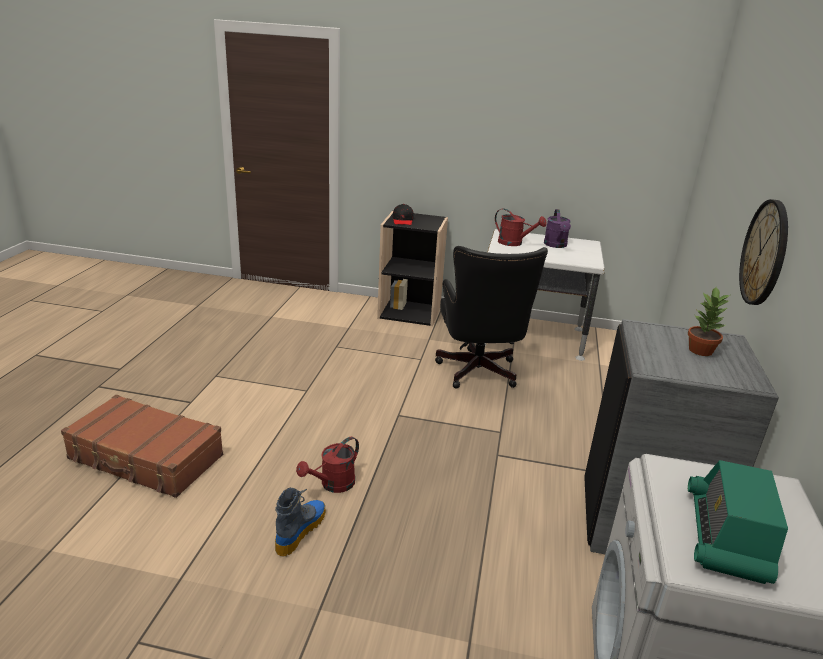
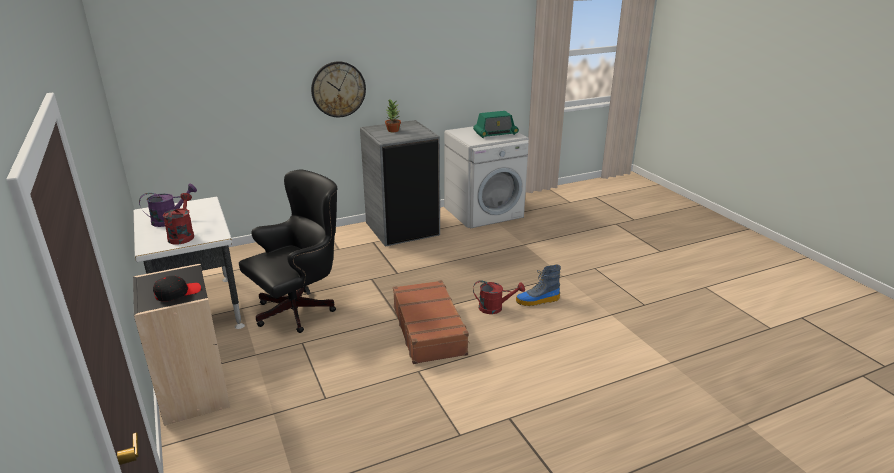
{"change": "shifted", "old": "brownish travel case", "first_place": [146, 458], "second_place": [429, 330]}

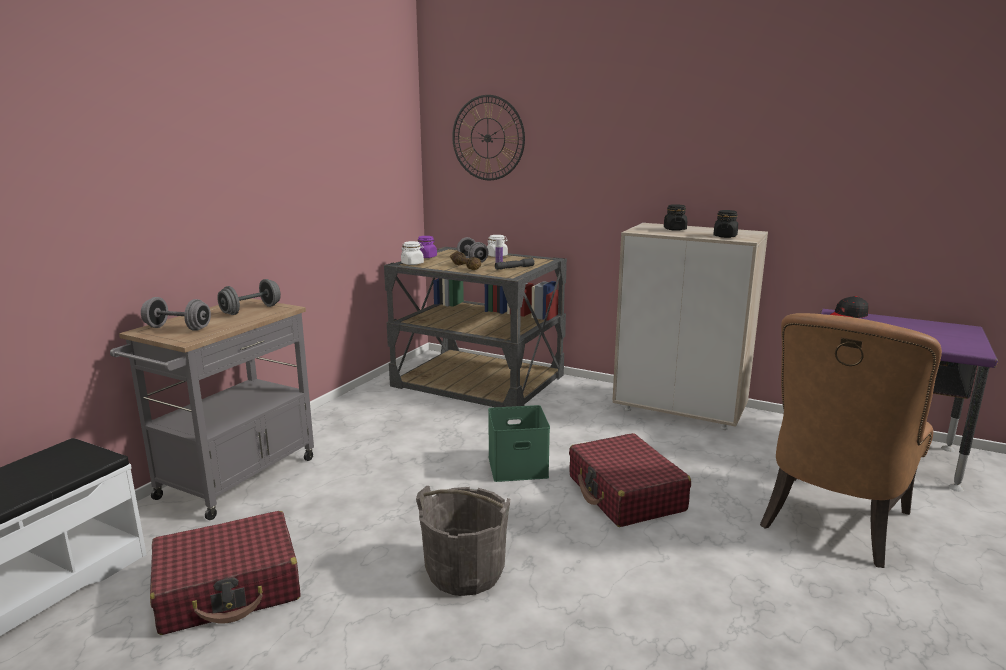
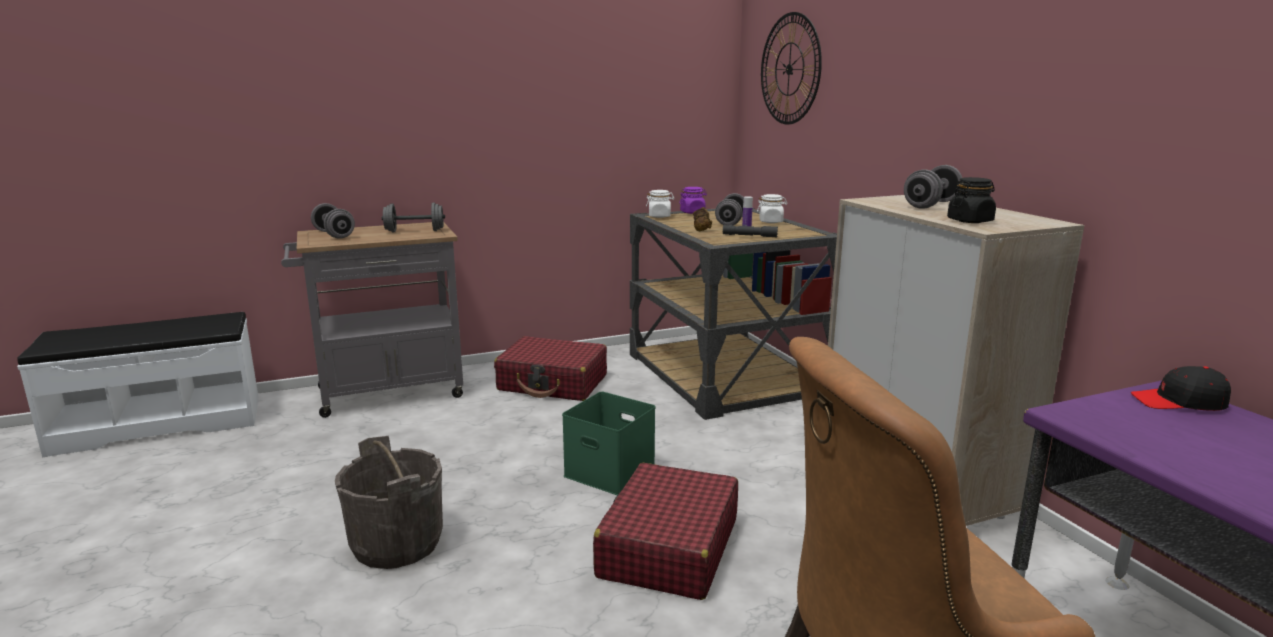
{"change": "shifted", "old": "reddish travel case", "first_place": [229, 588], "second_place": [553, 383]}
{"change": "swapped", "old": "black-coloured storage jar", "new": "greyish dumbbell", "first_place": [674, 229], "second_place": [931, 205]}

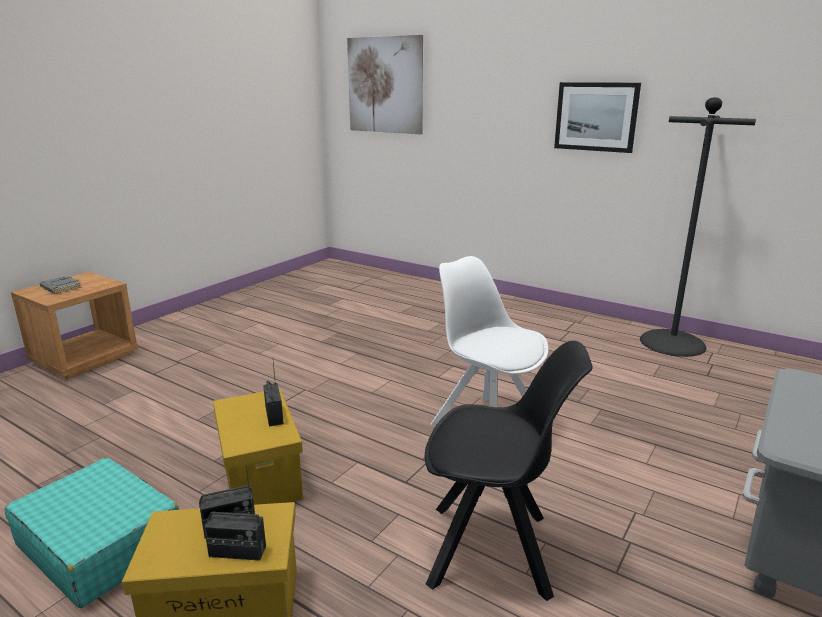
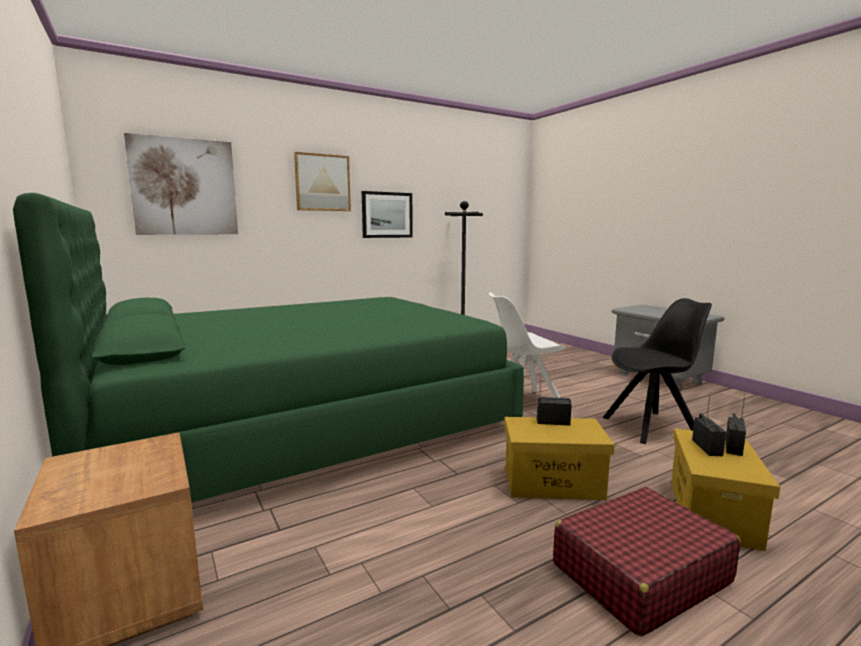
{"change": "repainted", "old": "turquoise-coloured travel case", "new": "reddish travel case", "first_place": [100, 544], "second_place": [639, 573]}
{"change": "gone", "old": "greyish volume", "first_place": [60, 288]}
{"change": "rotated", "old": "black-coloured plain chair", "first_place": [492, 550], "second_place": [651, 427], "degrees": 45}
{"change": "new", "new": "green-coloured sleeping bed", "second_place": [303, 426]}
{"change": "new", "new": "wall art", "second_place": [322, 182]}

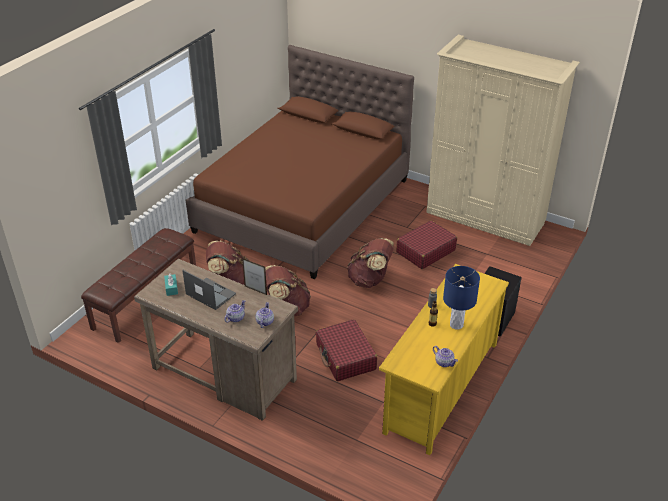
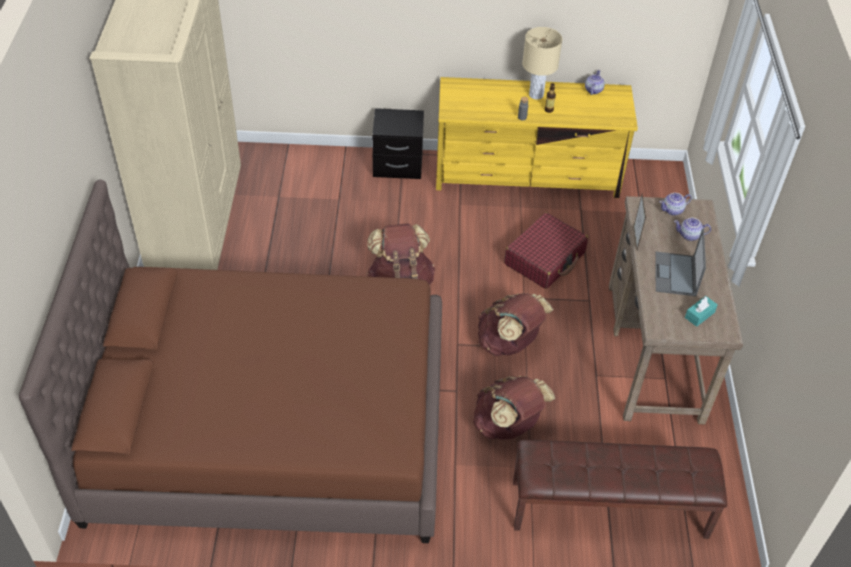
{"change": "gone", "old": "reddish travel case", "first_place": [425, 251]}
{"change": "repainted", "old": "bluish table lamp", "new": "sand-coloured table lamp", "first_place": [456, 325], "second_place": [536, 95]}

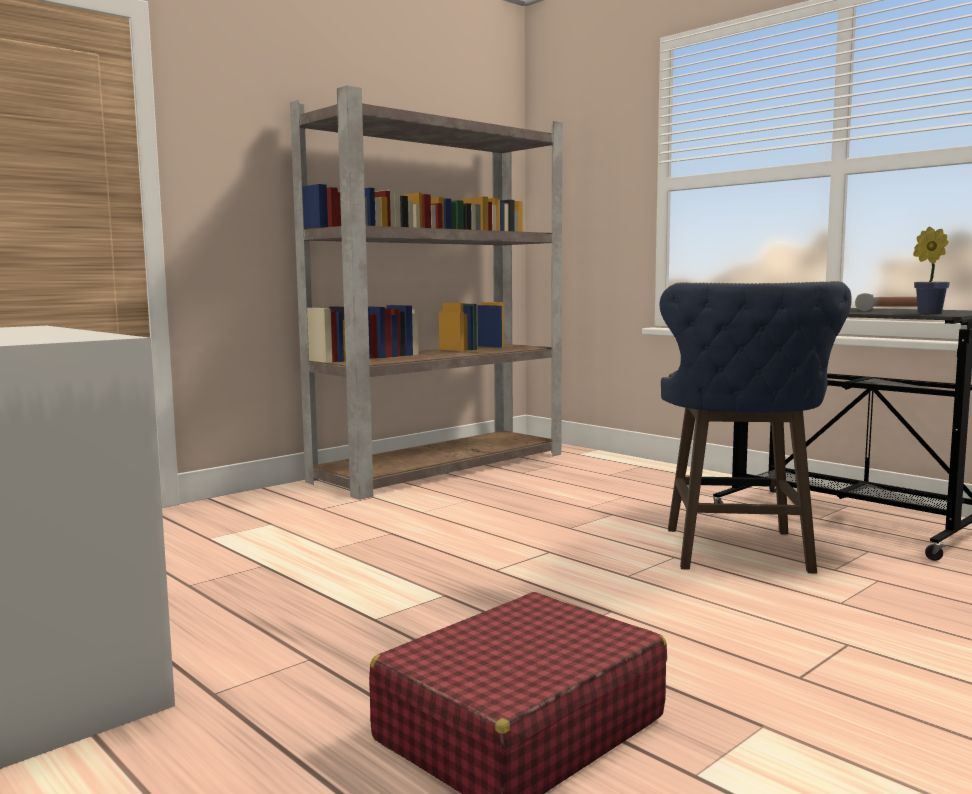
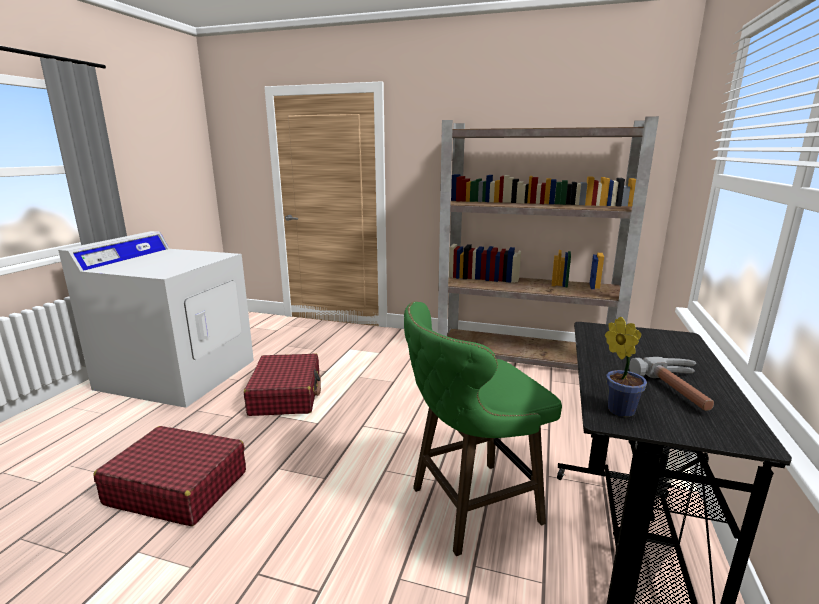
{"change": "repainted", "old": "bluish stool", "new": "green-coloured stool", "first_place": [738, 552], "second_place": [469, 506]}
{"change": "new", "new": "reddish travel case", "second_place": [286, 395]}

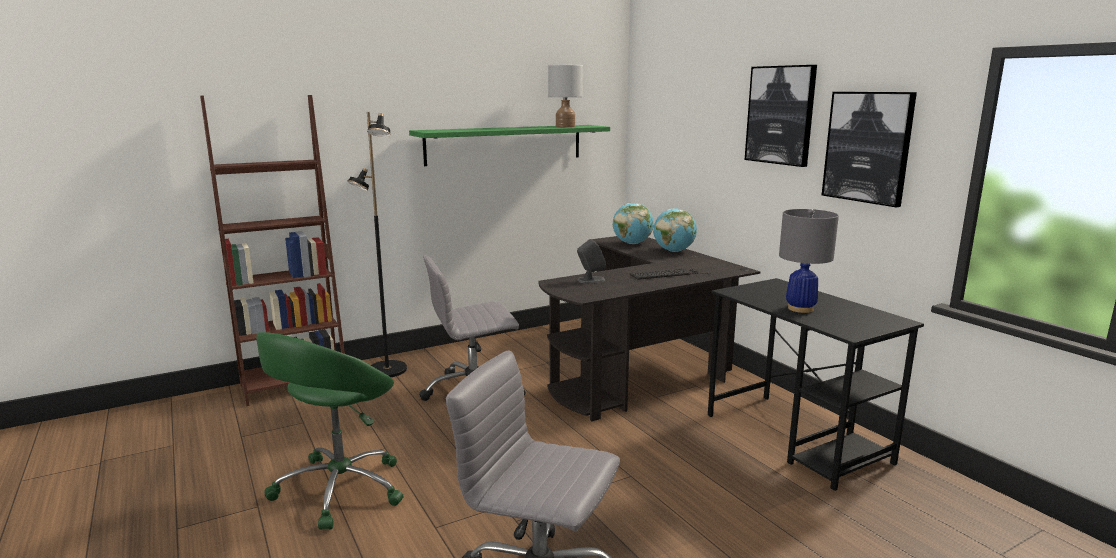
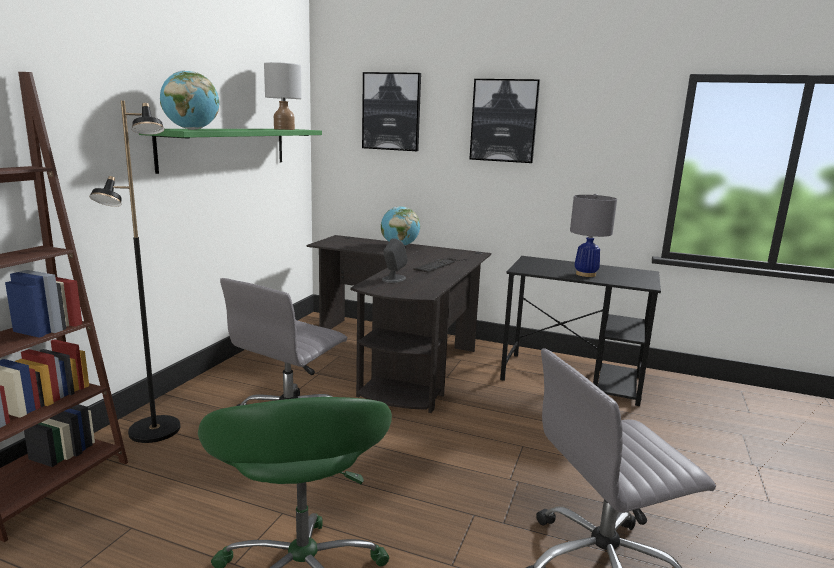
{"change": "shifted", "old": "desk globe", "first_place": [632, 243], "second_place": [191, 129]}
{"change": "shifted", "old": "wall art", "first_place": [868, 147], "second_place": [391, 111]}

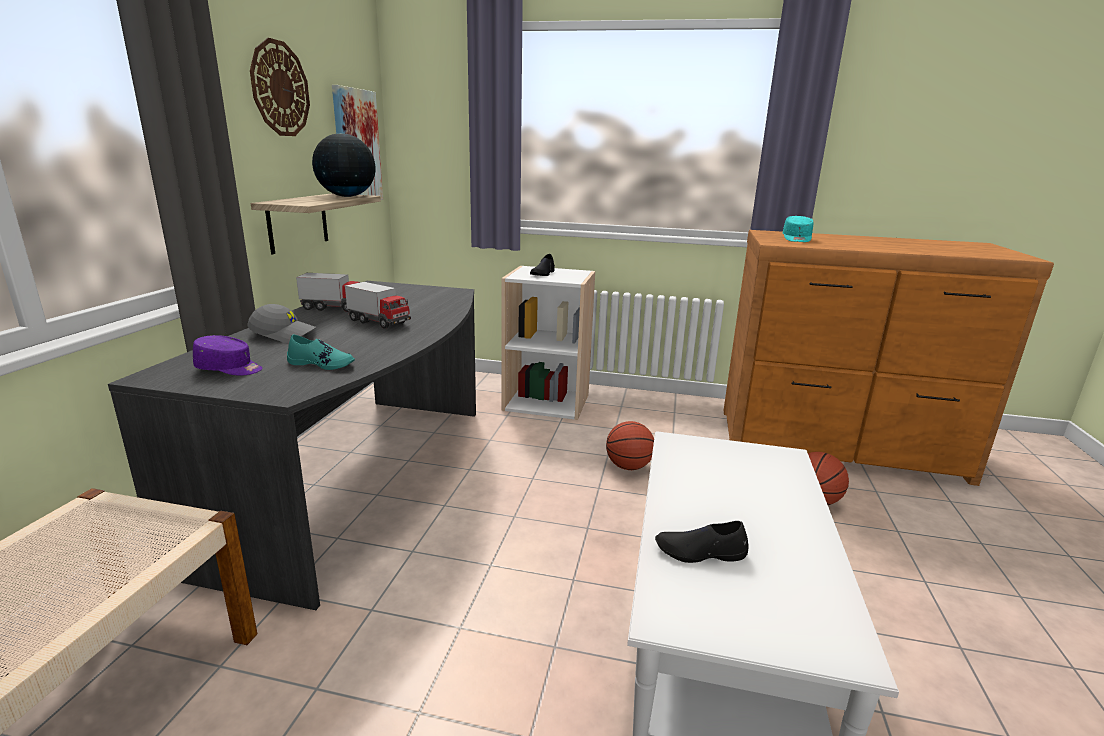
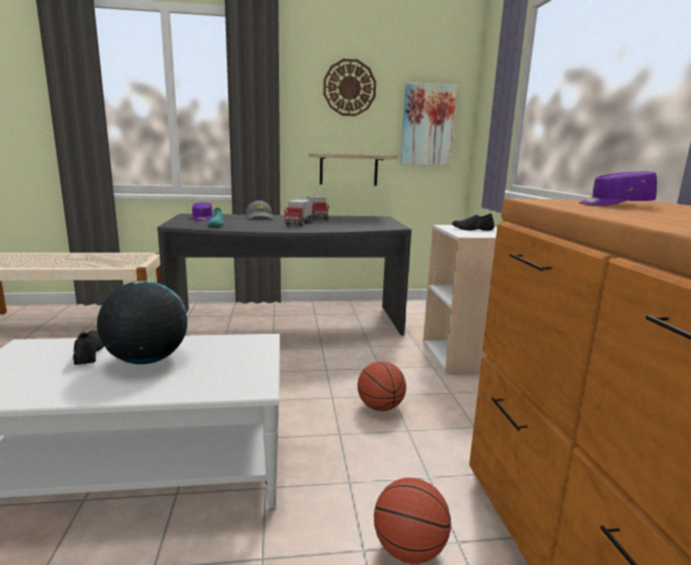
{"change": "shifted", "old": "desk globe", "first_place": [347, 196], "second_place": [146, 360]}
{"change": "repainted", "old": "turquoise-coloured baseball cap", "new": "purple-coloured baseball cap", "first_place": [796, 239], "second_place": [614, 205]}

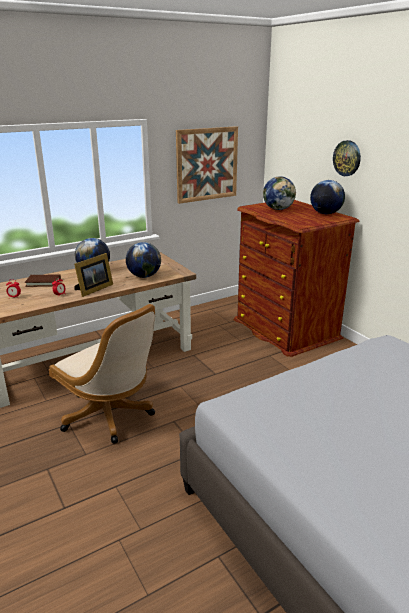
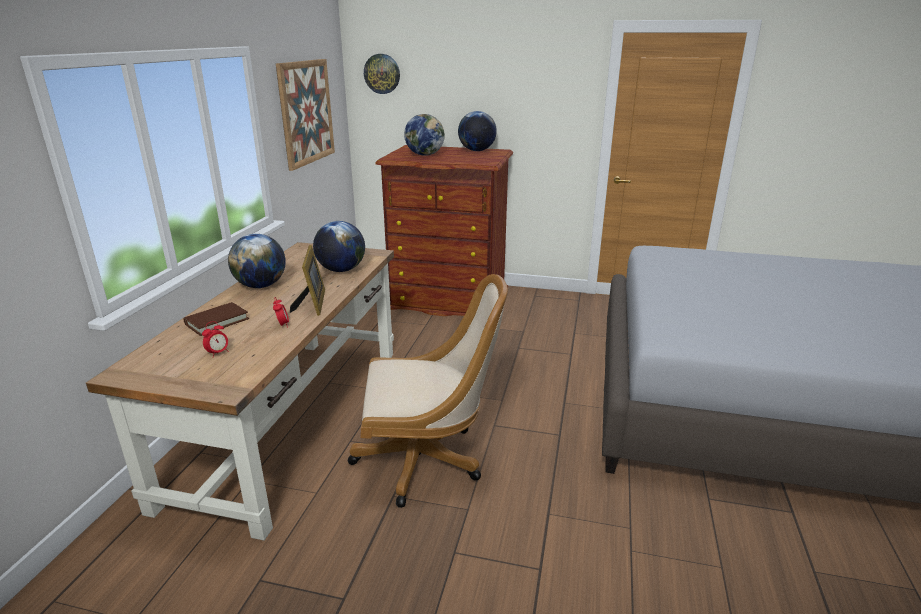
{"change": "shifted", "old": "hanging clock", "first_place": [347, 158], "second_place": [382, 74]}

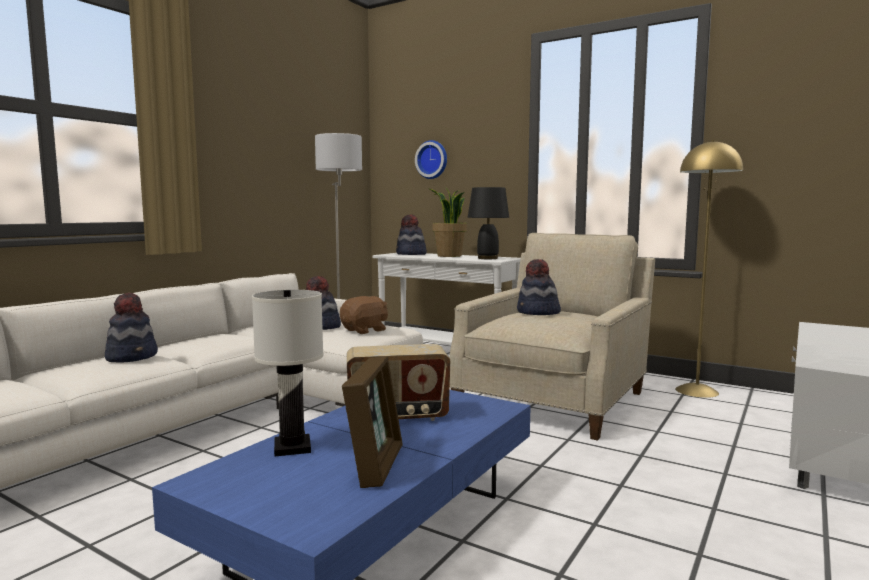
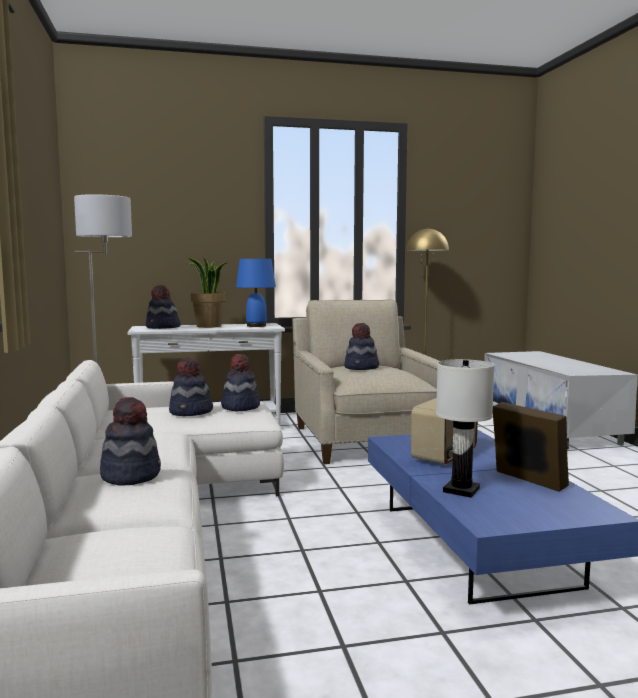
{"change": "swapped", "old": "brownish cuddly toy", "new": "wearable hat", "first_place": [365, 330], "second_place": [240, 407]}
{"change": "gone", "old": "hanging clock", "first_place": [432, 160]}
{"change": "repainted", "old": "black-coloured table lamp", "new": "bluish table lamp", "first_place": [488, 258], "second_place": [256, 326]}

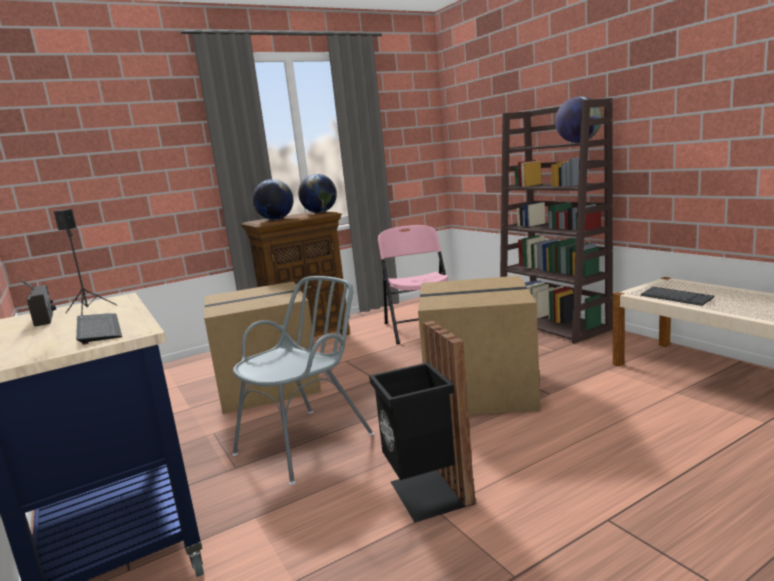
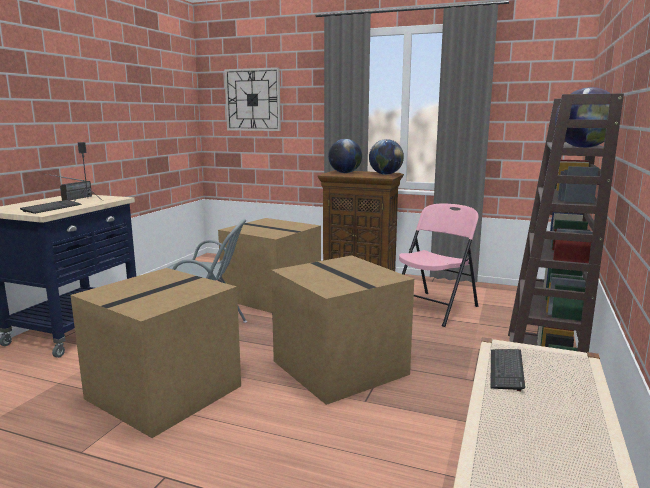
{"change": "swapped", "old": "black-coloured waste bin", "new": "carton", "first_place": [427, 494], "second_place": [164, 393]}
{"change": "new", "new": "hanging clock", "second_place": [253, 100]}

